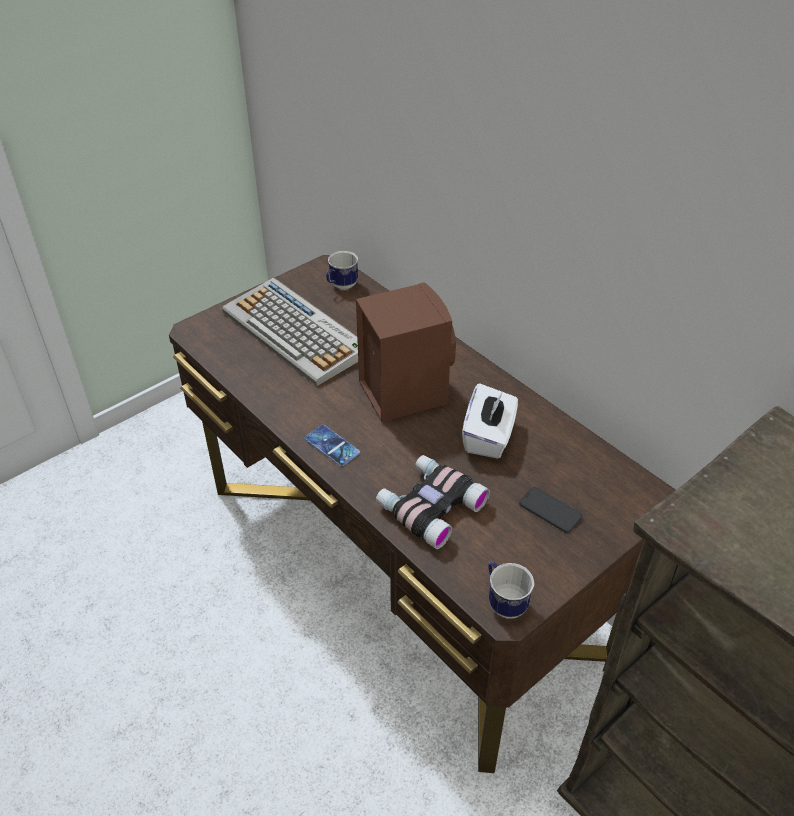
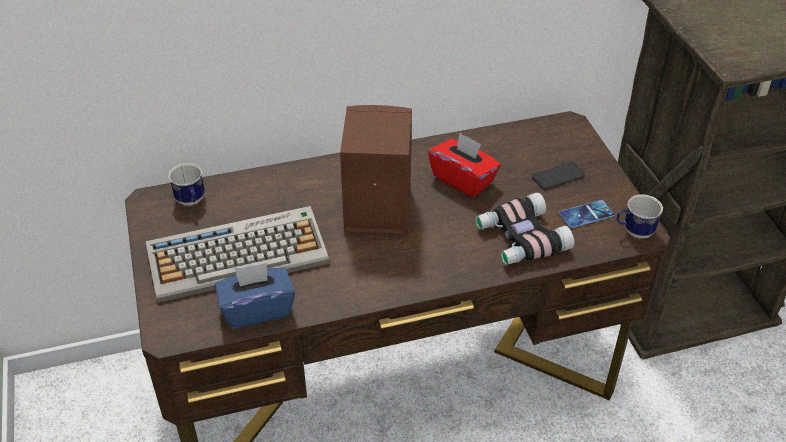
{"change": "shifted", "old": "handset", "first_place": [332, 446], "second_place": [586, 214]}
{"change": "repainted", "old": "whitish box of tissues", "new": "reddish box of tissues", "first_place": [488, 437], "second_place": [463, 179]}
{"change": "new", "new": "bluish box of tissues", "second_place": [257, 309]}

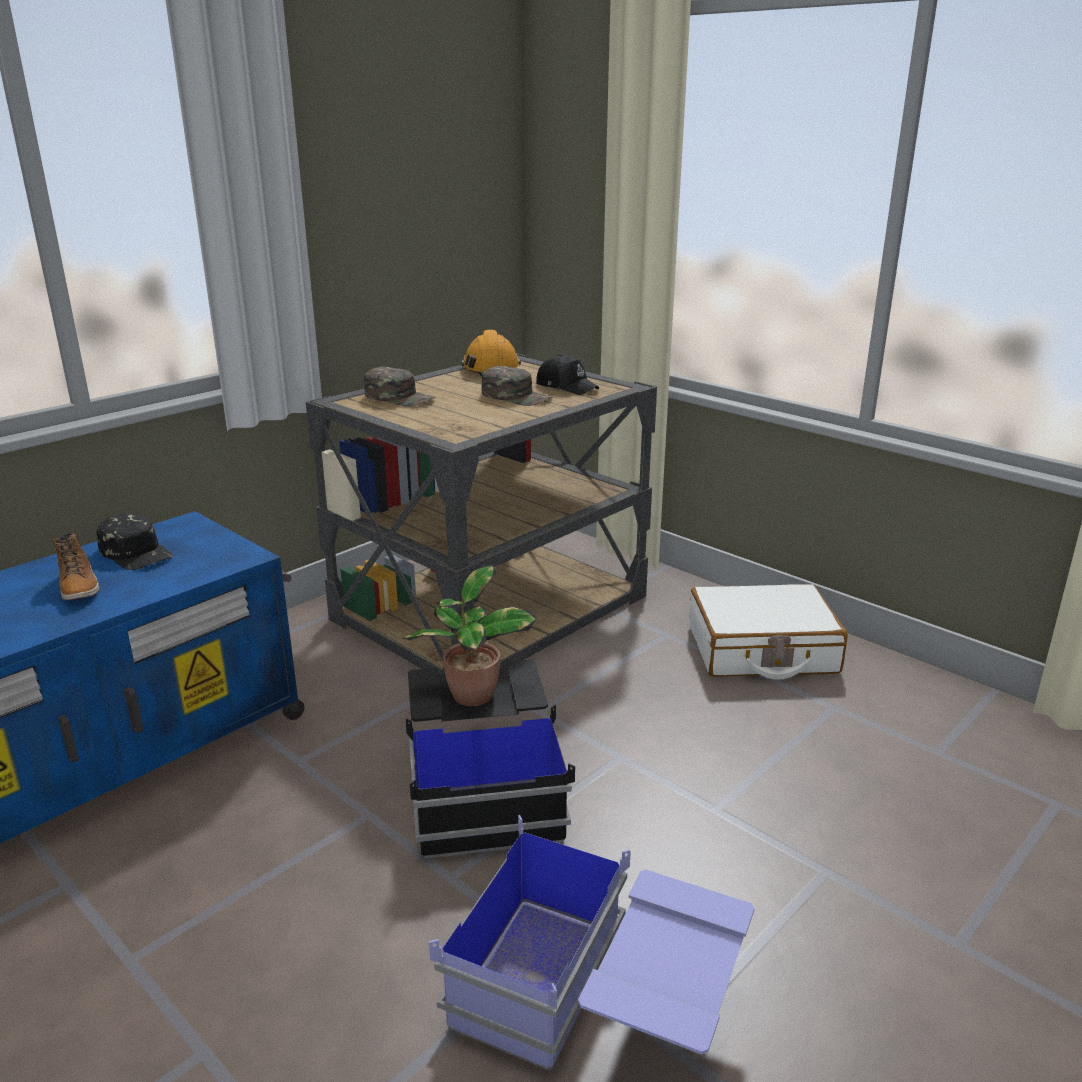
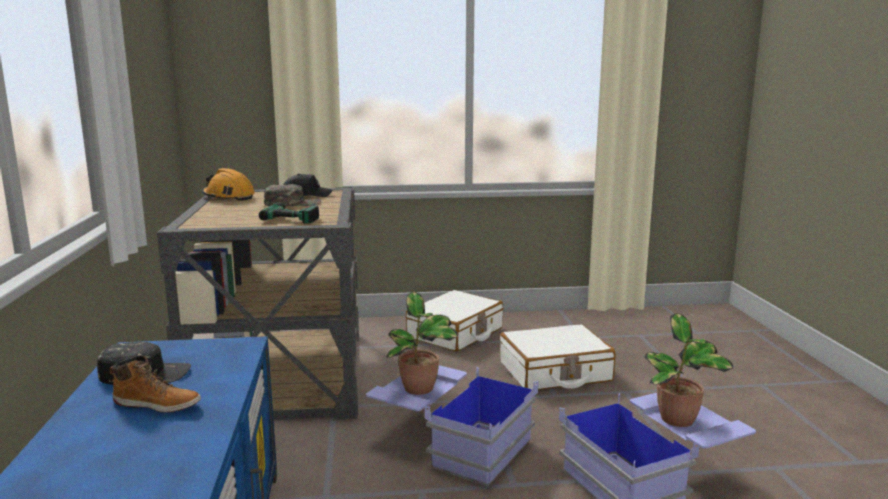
{"change": "gone", "old": "green-coloured baseball cap", "first_place": [399, 397]}
{"change": "repainted", "old": "black-coloured storage bin", "new": "bluish storage bin", "first_place": [484, 786], "second_place": [450, 444]}
{"change": "new", "new": "power drill", "second_place": [295, 216]}
{"change": "new", "new": "whitish travel case", "second_place": [555, 372]}
{"change": "new", "new": "houseplant", "second_place": [678, 420]}

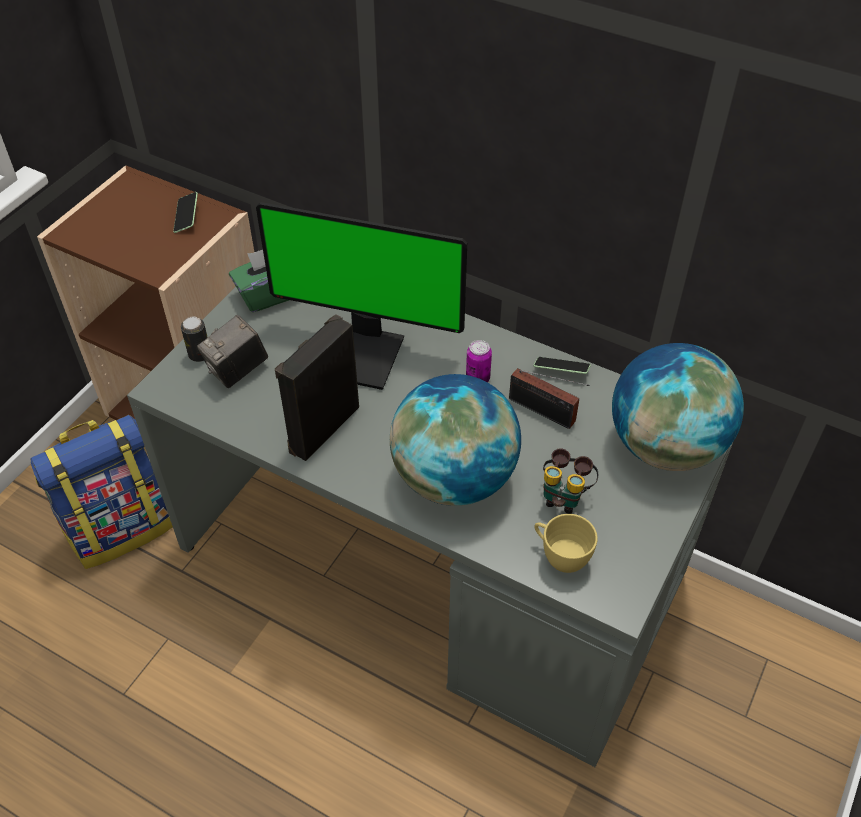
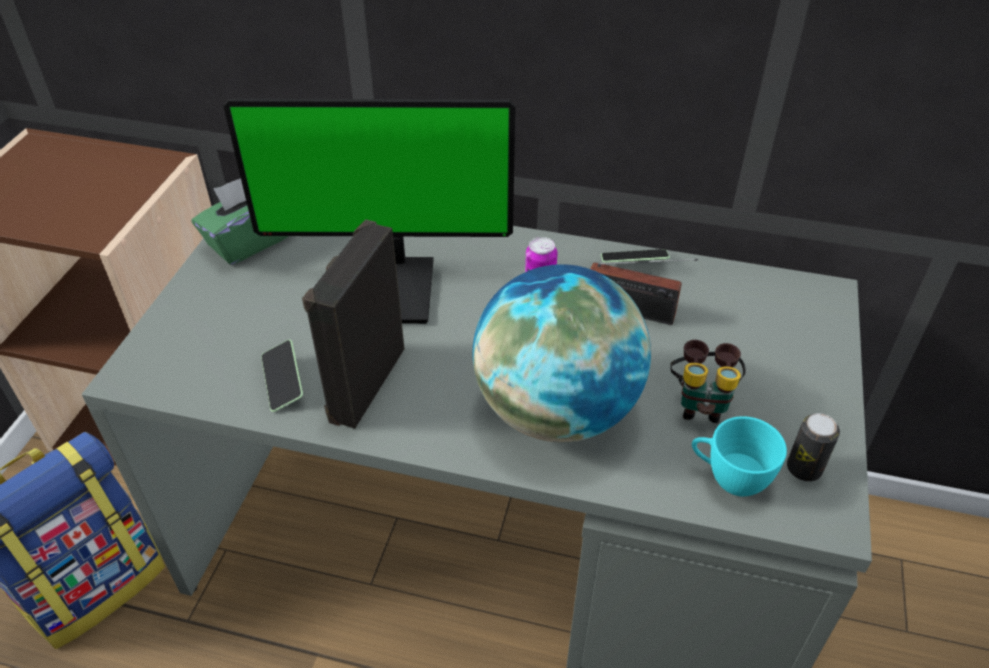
{"change": "shifted", "old": "handset", "first_place": [187, 218], "second_place": [283, 382]}
{"change": "shifted", "old": "can", "first_place": [200, 354], "second_place": [804, 468]}
{"change": "gone", "old": "photo camera", "first_place": [237, 371]}
{"change": "repainted", "old": "yellow-coloured cup", "new": "turquoise-coloured cup", "first_place": [560, 556], "second_place": [729, 477]}
{"change": "gone", "old": "desk globe", "first_place": [665, 446]}

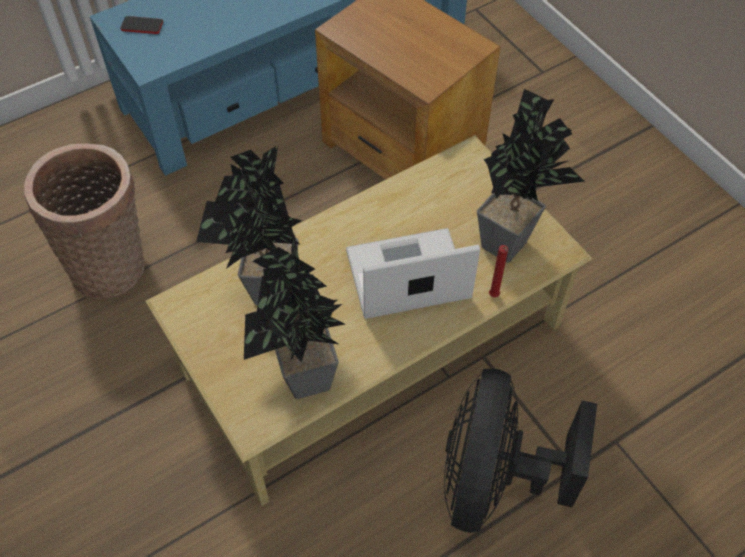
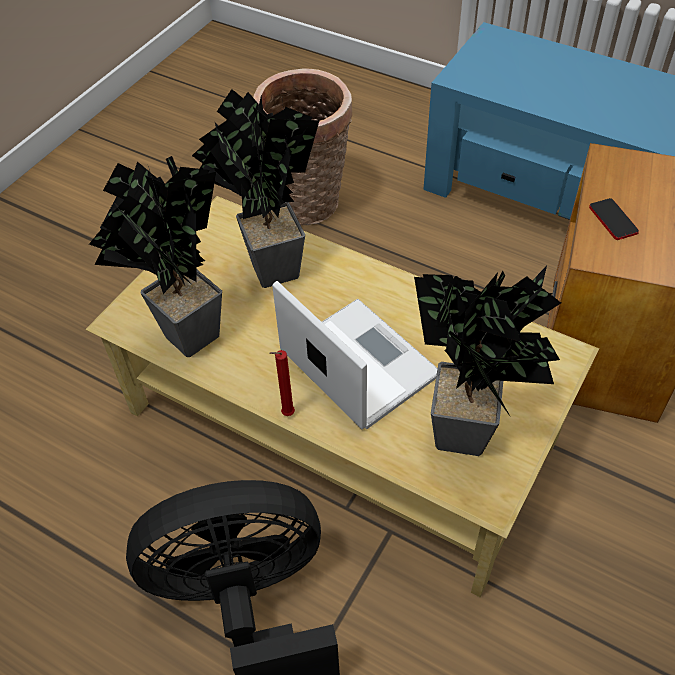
{"change": "shifted", "old": "handset", "first_place": [142, 26], "second_place": [613, 220]}
{"change": "shifted", "old": "reddish candle", "first_place": [494, 296], "second_place": [286, 414]}

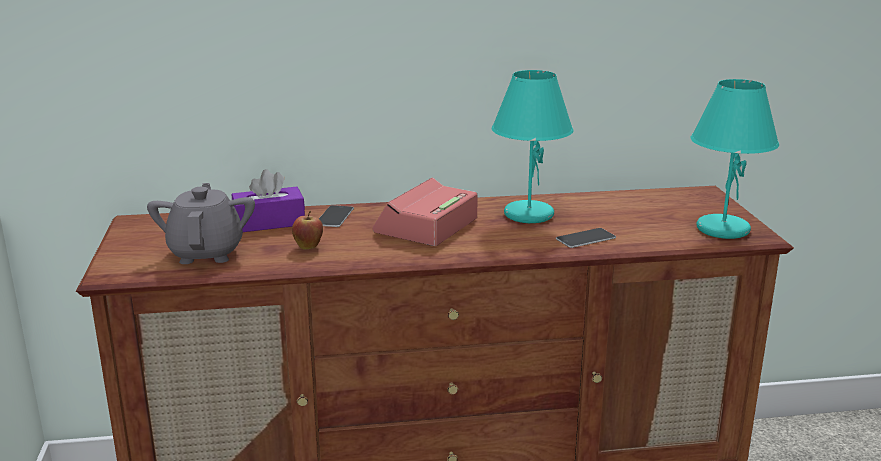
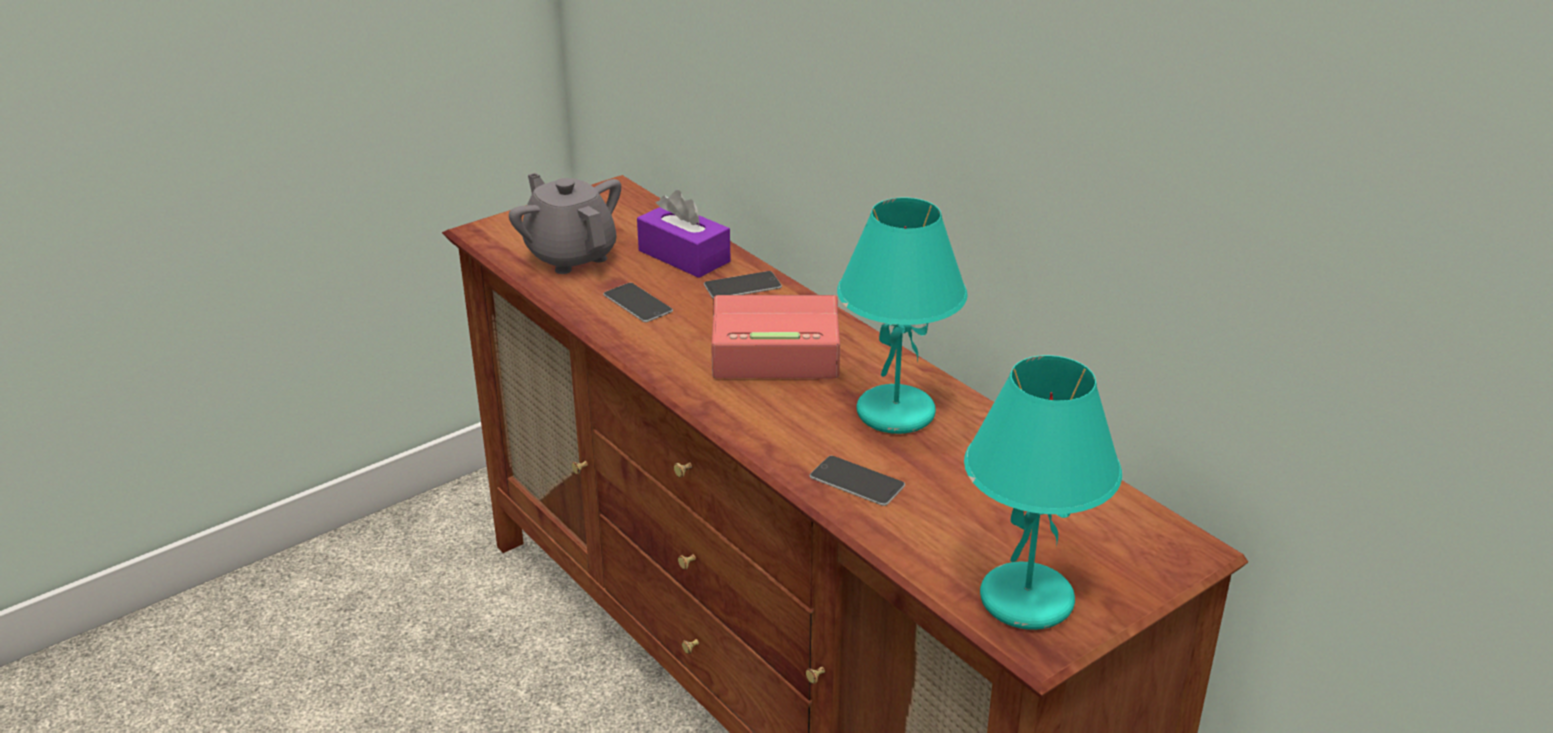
{"change": "rotated", "old": "greyish tea pot", "first_place": [206, 253], "second_place": [570, 255], "degrees": -90}
{"change": "swapped", "old": "whole apple", "new": "handset", "first_place": [308, 247], "second_place": [637, 303]}

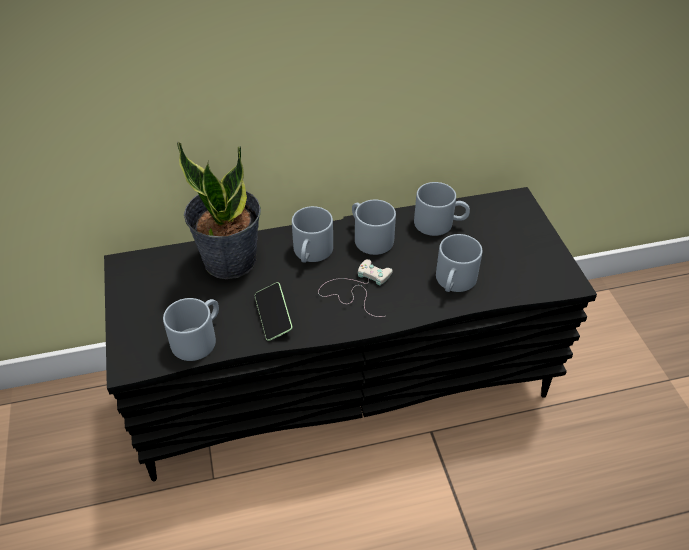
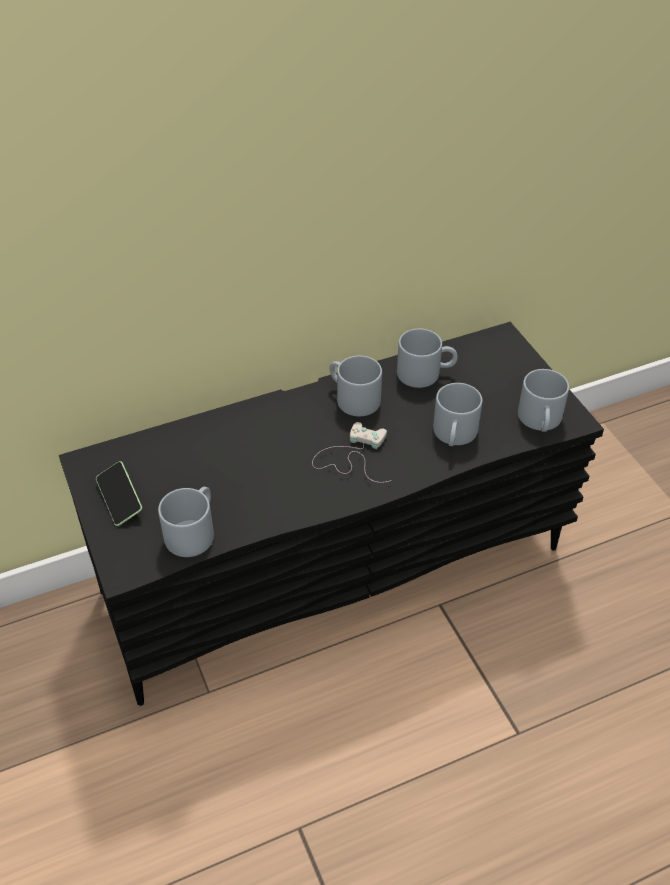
{"change": "gone", "old": "houseplant", "first_place": [230, 259]}
{"change": "shifted", "old": "handset", "first_place": [273, 317], "second_place": [120, 499]}
{"change": "shifted", "old": "greyish mug", "first_place": [312, 253], "second_place": [541, 421]}

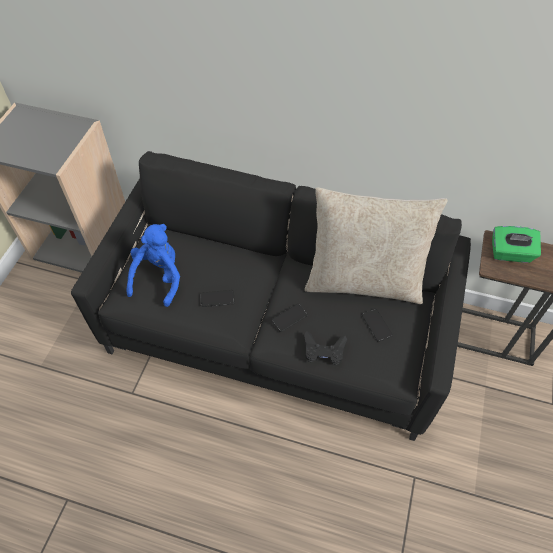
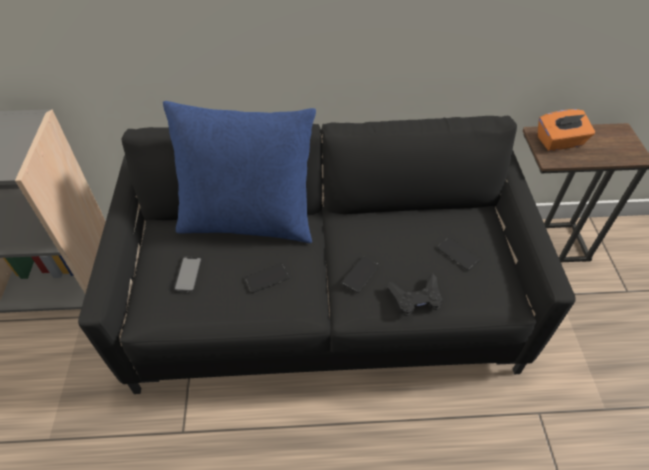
{"change": "swapped", "old": "bluish cuddly toy", "new": "handset", "first_place": [159, 278], "second_place": [185, 275]}
{"change": "gone", "old": "sand-coloured cushion", "first_place": [364, 281]}
{"change": "repainted", "old": "green-coloured box of tissues", "new": "orange box of tissues", "first_place": [510, 253], "second_place": [559, 142]}
{"change": "new", "new": "bluish cushion", "second_place": [248, 220]}

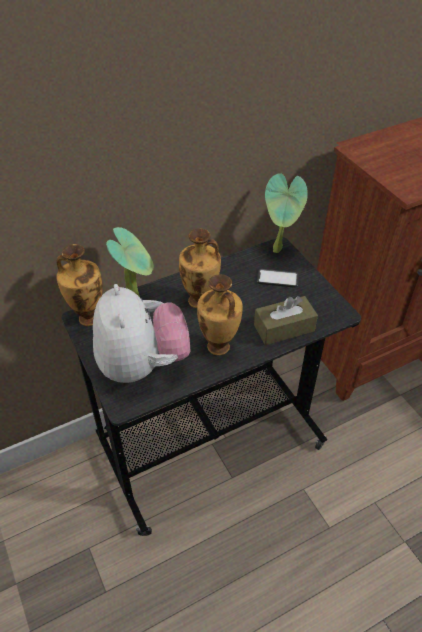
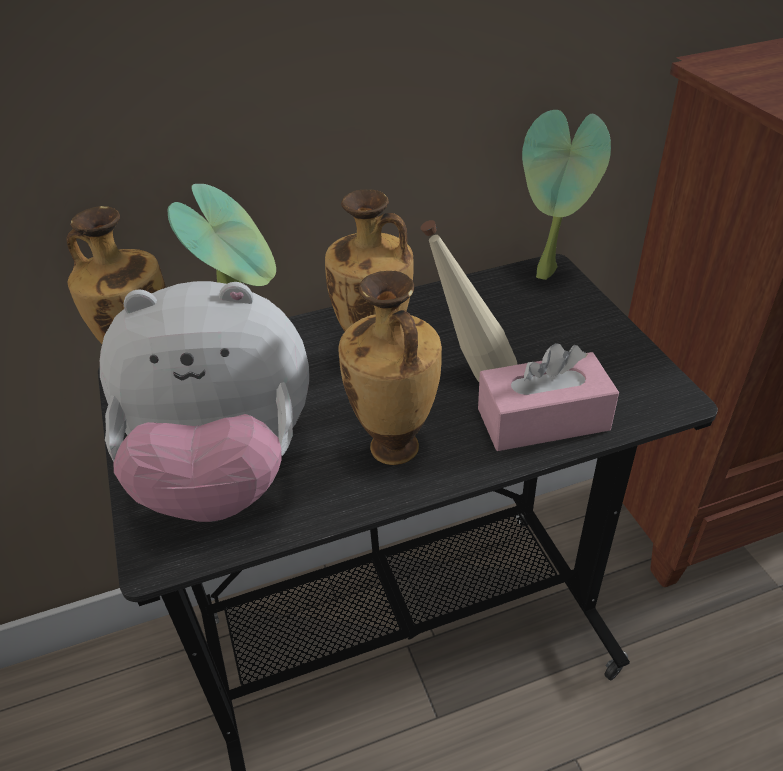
{"change": "rotated", "old": "cuddly toy", "first_place": [142, 364], "second_place": [225, 471], "degrees": 90}
{"change": "repainted", "old": "brownish box of tissues", "new": "pink-coloured box of tissues", "first_place": [284, 328], "second_place": [543, 419]}
{"change": "gone", "old": "handset", "first_place": [277, 278]}
{"change": "new", "new": "sand-coloured beverage bottle", "second_place": [469, 378]}

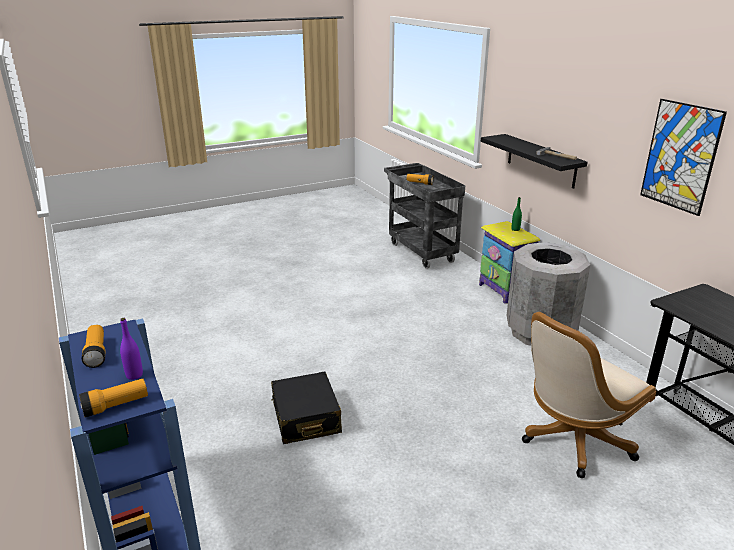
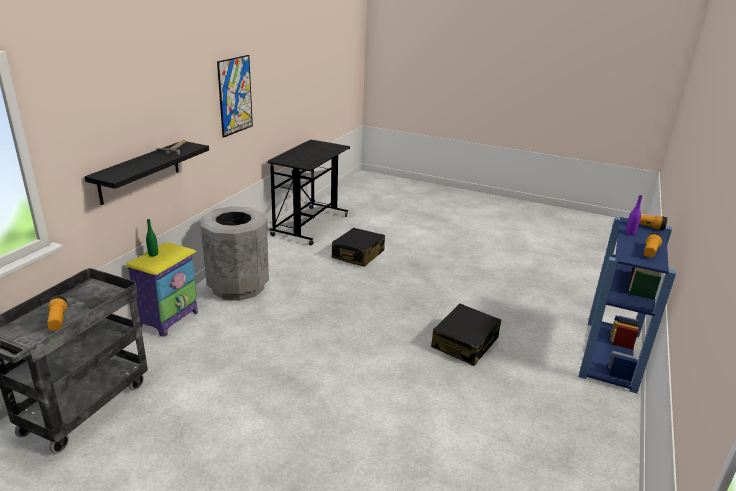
{"change": "swapped", "old": "office chair", "new": "black-coloured travel case", "first_place": [572, 442], "second_place": [358, 255]}

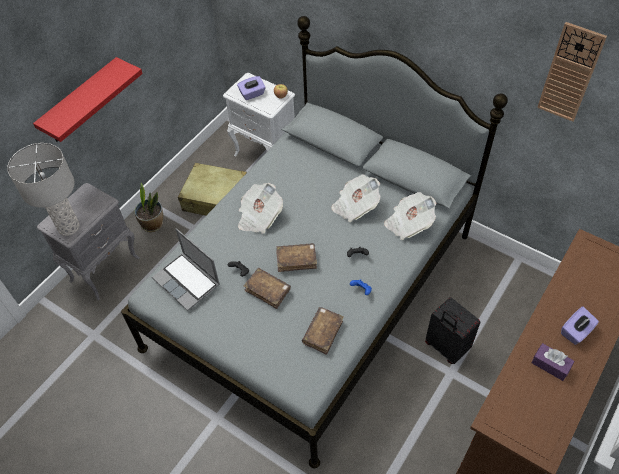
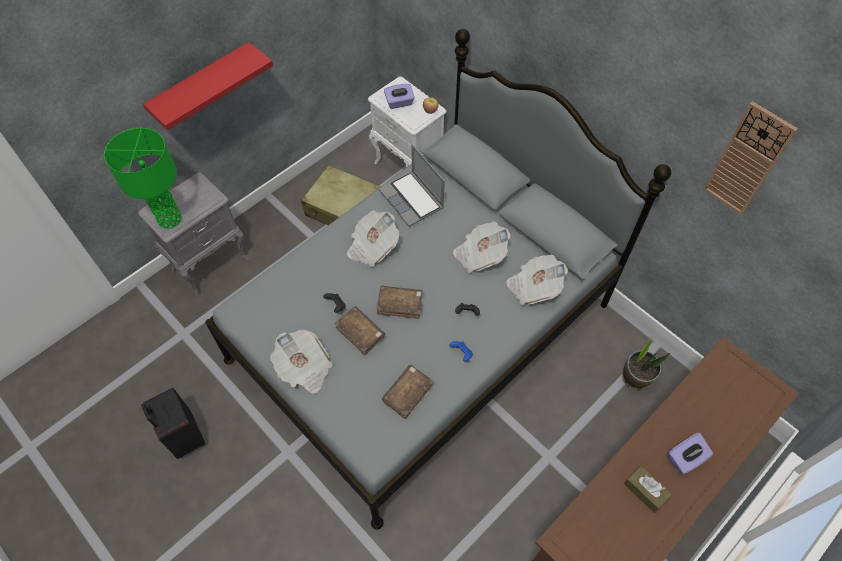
{"change": "repainted", "old": "whitish table lamp", "new": "green-coloured table lamp", "first_place": [68, 227], "second_place": [169, 218]}
{"change": "shifted", "old": "houseplant", "first_place": [153, 224], "second_place": [636, 377]}
{"change": "shifted", "old": "portable computer", "first_place": [187, 282], "second_place": [412, 200]}
{"change": "shifted", "old": "black-coloured travel case", "first_place": [445, 347], "second_place": [184, 437]}
{"change": "repainted", "old": "purple-coloured box of tissues", "new": "brownish box of tissues", "first_place": [550, 365], "second_place": [645, 491]}
{"change": "new", "new": "daily paper", "second_place": [304, 368]}

